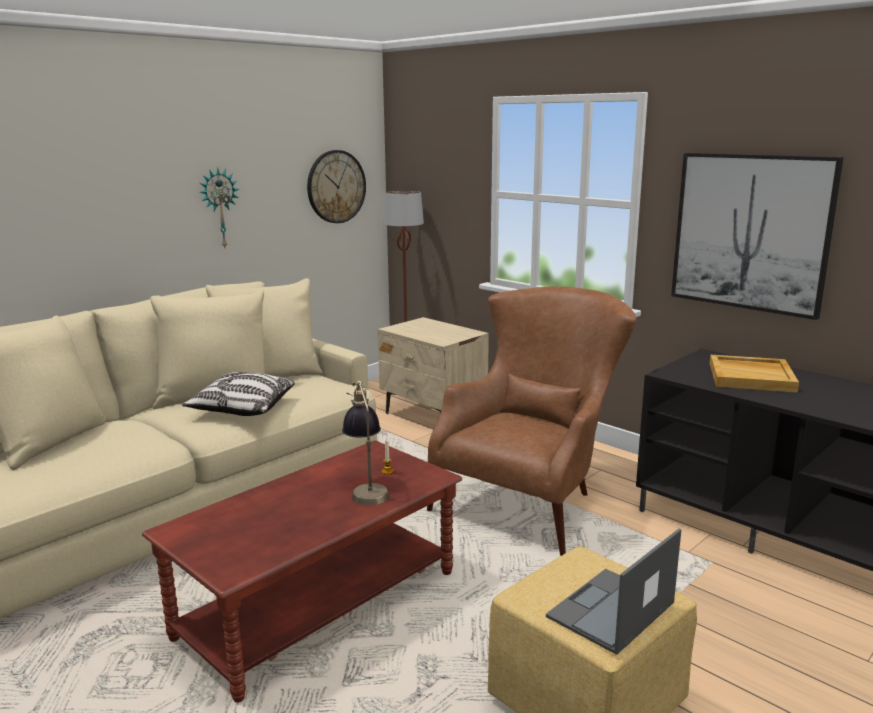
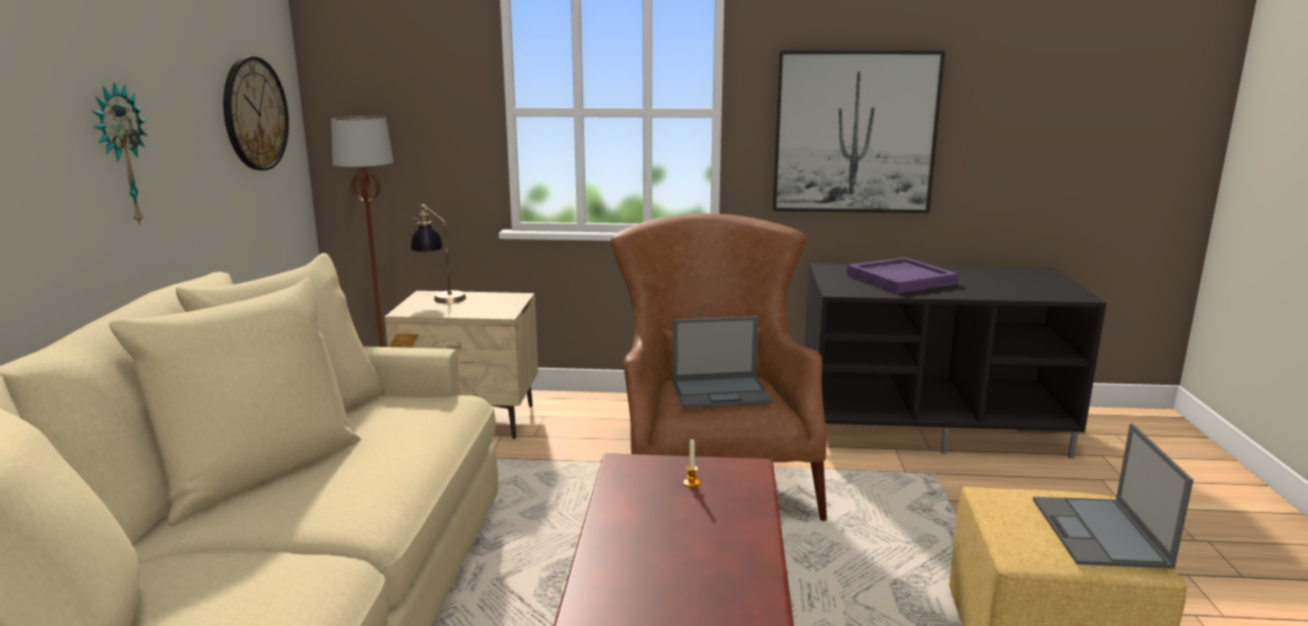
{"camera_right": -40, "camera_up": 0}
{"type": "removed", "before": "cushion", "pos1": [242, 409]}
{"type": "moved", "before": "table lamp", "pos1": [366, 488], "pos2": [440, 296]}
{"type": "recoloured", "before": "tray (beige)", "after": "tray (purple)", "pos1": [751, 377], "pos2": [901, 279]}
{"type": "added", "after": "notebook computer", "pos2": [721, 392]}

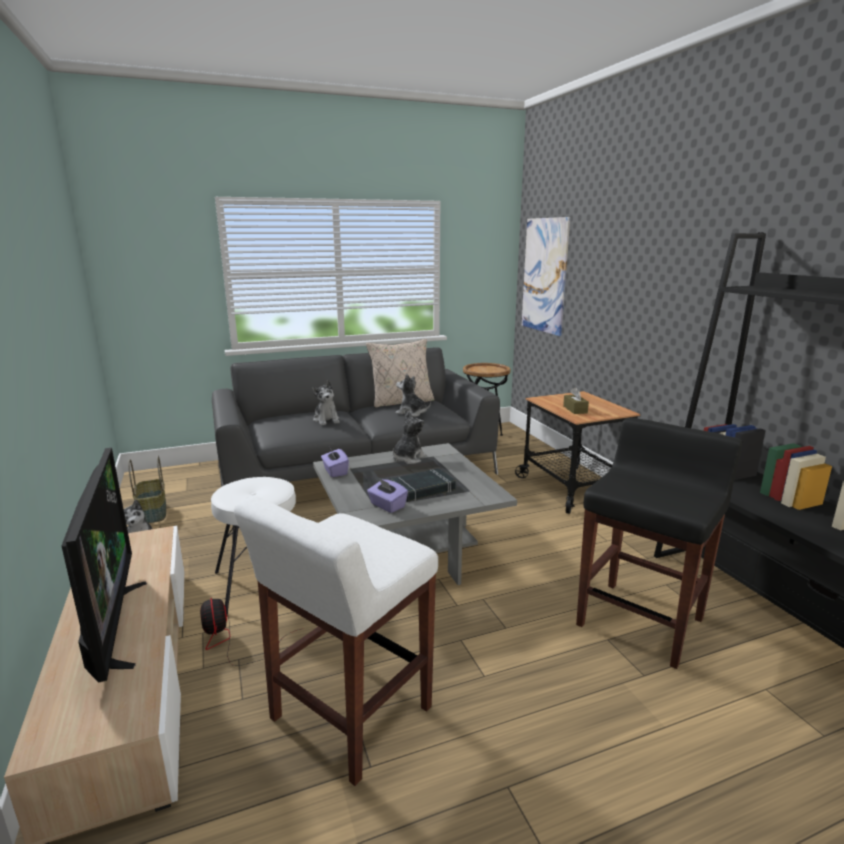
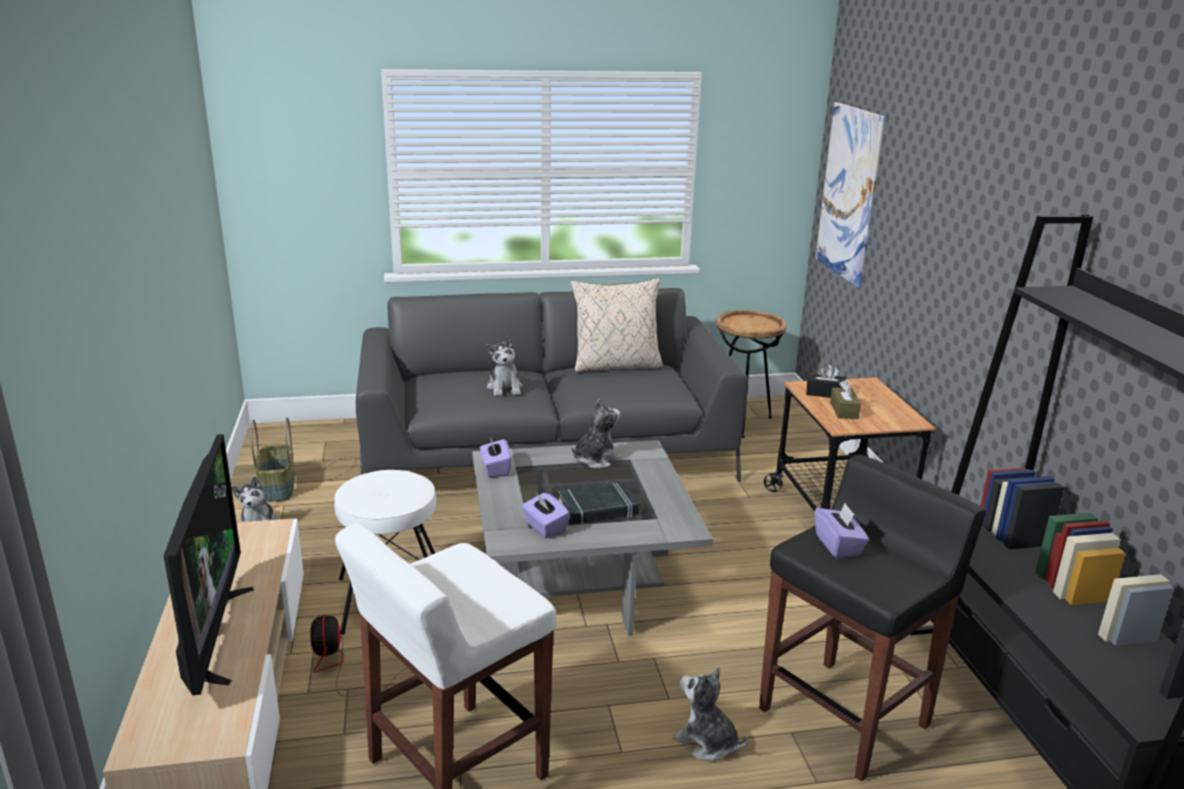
{"camera_right": 10, "camera_up": 5}
{"type": "moved", "before": "soft toy", "pos1": [412, 413], "pos2": [706, 742]}
{"type": "added", "after": "tissue holder (black)", "pos2": [825, 393]}
{"type": "added", "after": "tissue holder (purple)", "pos2": [838, 545]}

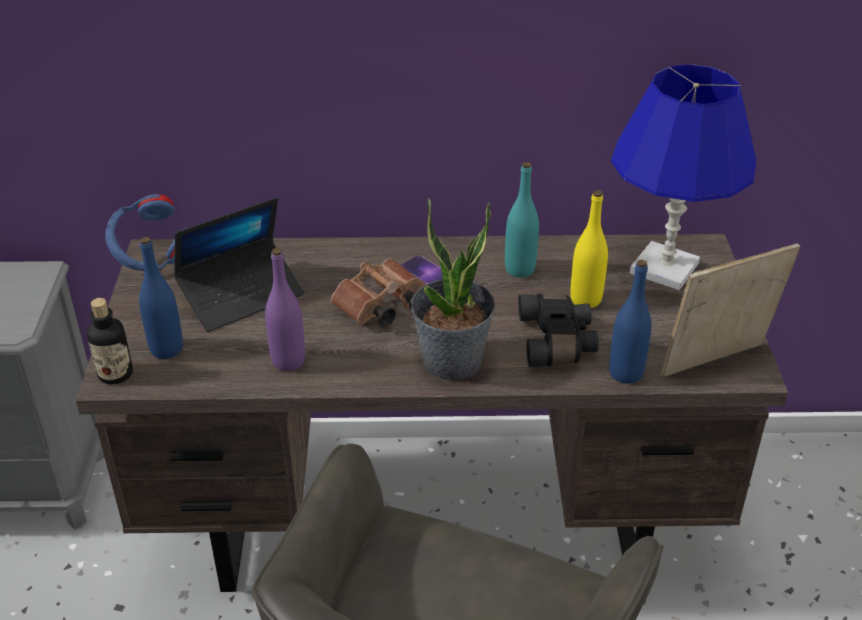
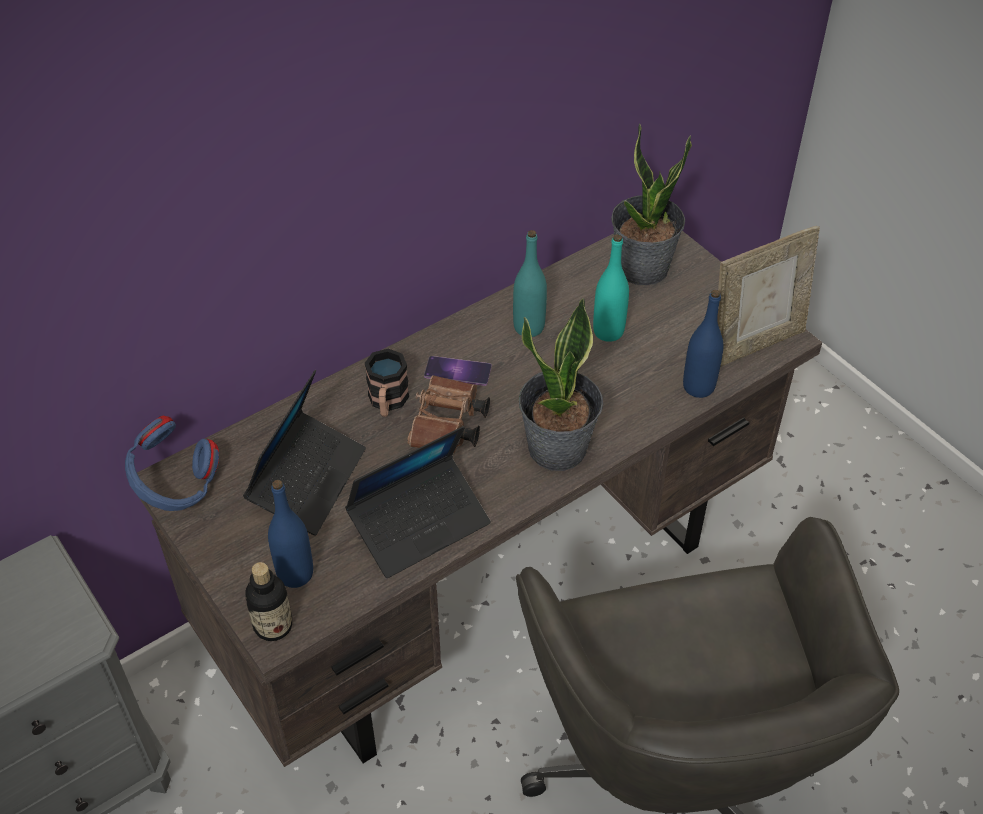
{"camera_right": -35, "camera_up": 10}
{"type": "replaced", "before": "drink bottle (purple)", "after": "notebook computer", "pos1": [288, 361], "pos2": [419, 524]}
{"type": "removed", "before": "pair of binoculars (black)", "pos1": [558, 341]}
{"type": "recoloured", "before": "drink bottle (yellowish)", "after": "drink bottle (blue-green)", "pos1": [585, 299], "pos2": [608, 331]}
{"type": "replaced", "before": "table lamp (blue-coloured)", "after": "plant in a pot", "pos1": [665, 268], "pos2": [642, 268]}
{"type": "turned", "before": "picture frame", "pos1": [716, 364], "pos2": [755, 343], "turn": -150}
{"type": "added", "after": "tea mug", "pos2": [387, 402]}

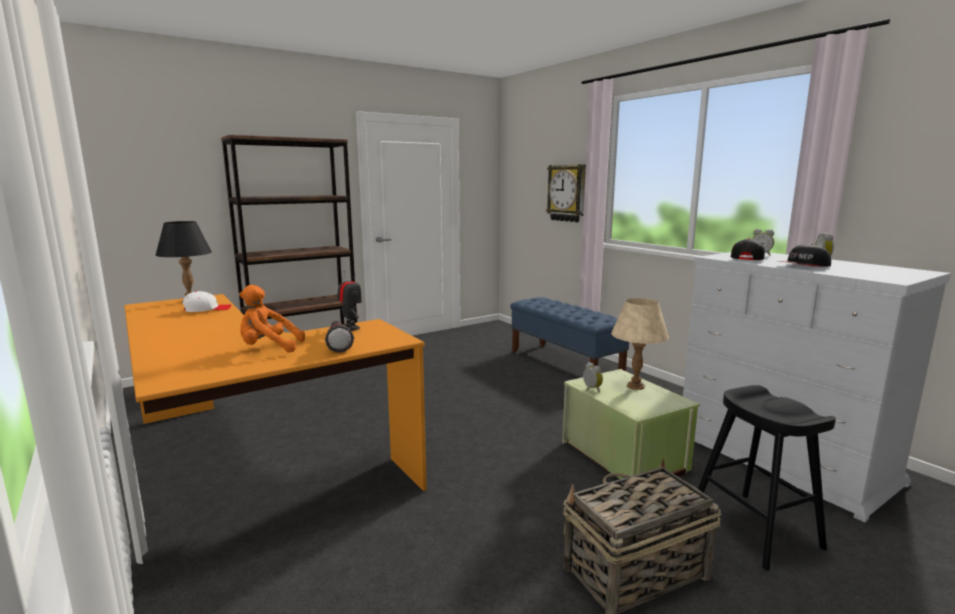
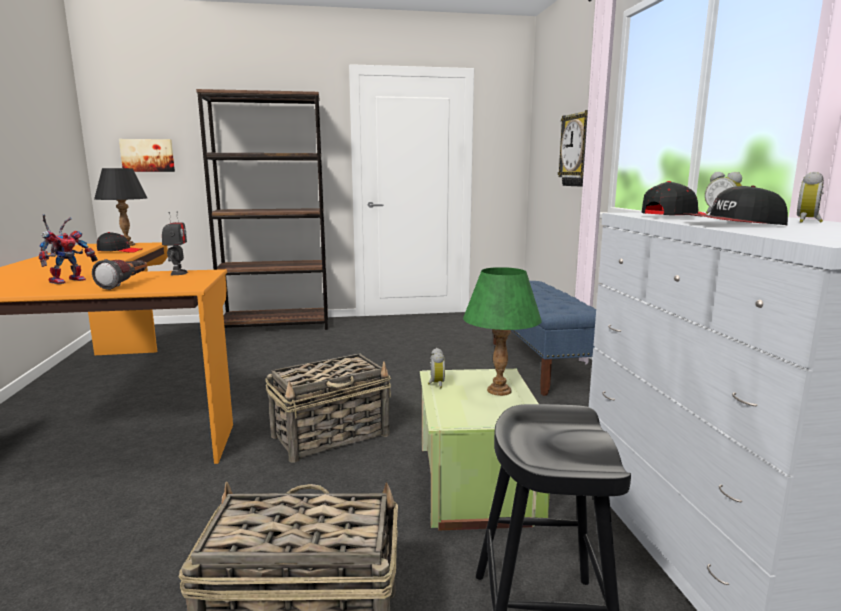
{"camera_right": 25, "camera_up": 0}
{"type": "recoloured", "before": "cap (whitish)", "after": "cap (black)", "pos1": [207, 309], "pos2": [119, 251]}
{"type": "replaced", "before": "soft toy (orange-coloured)", "after": "robot figure", "pos1": [268, 348], "pos2": [69, 280]}
{"type": "recoloured", "before": "table lamp (beige)", "after": "table lamp (green-coloured)", "pos1": [635, 386], "pos2": [498, 390]}
{"type": "added", "after": "wall picture", "pos2": [148, 155]}
{"type": "added", "after": "household basket", "pos2": [332, 435]}

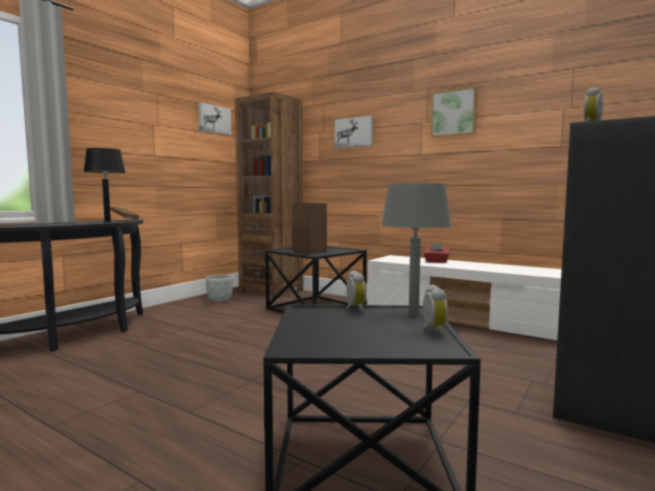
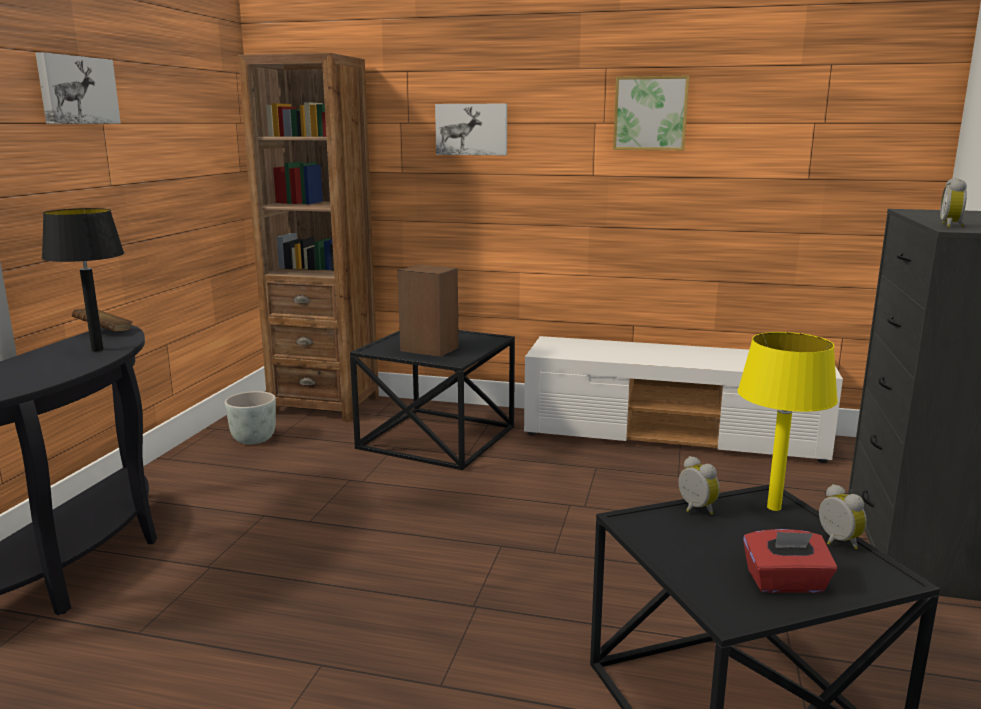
{"camera_right": -20, "camera_up": 10}
{"type": "moved", "before": "wall picture", "pos1": [214, 119], "pos2": [76, 90]}
{"type": "recoloured", "before": "table lamp (greyish)", "after": "table lamp (yellowish)", "pos1": [413, 314], "pos2": [773, 507]}
{"type": "moved", "before": "tissue holder (reddish)", "pos1": [436, 262], "pos2": [785, 583]}

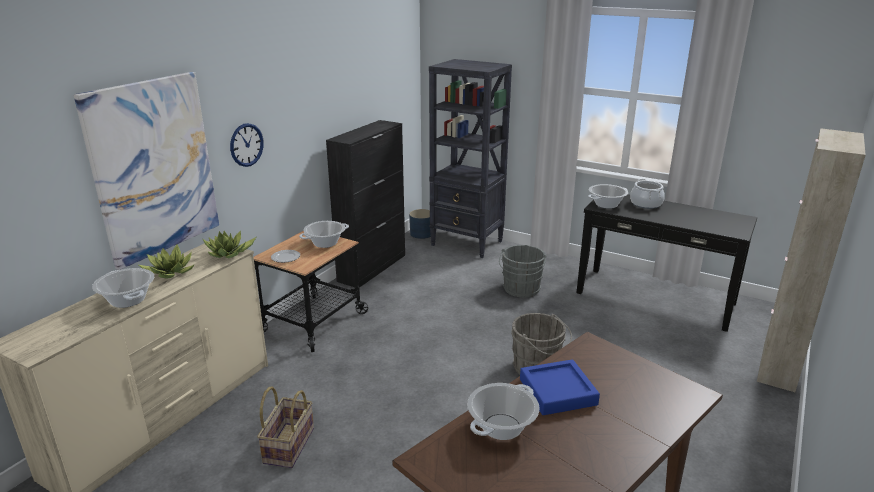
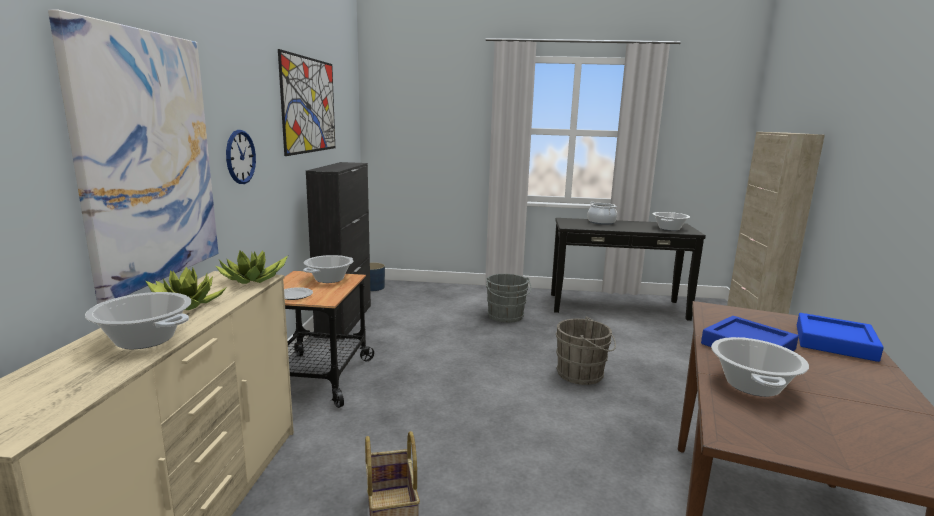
{"camera_right": -25, "camera_up": -10}
{"type": "removed", "before": "shelving unit (black)", "pos1": [467, 243]}
{"type": "moved", "before": "cooking pot", "pos1": [606, 204], "pos2": [669, 228]}
{"type": "added", "after": "wall picture", "pos2": [309, 105]}
{"type": "added", "after": "tray (blue-coloured)", "pos2": [834, 342]}

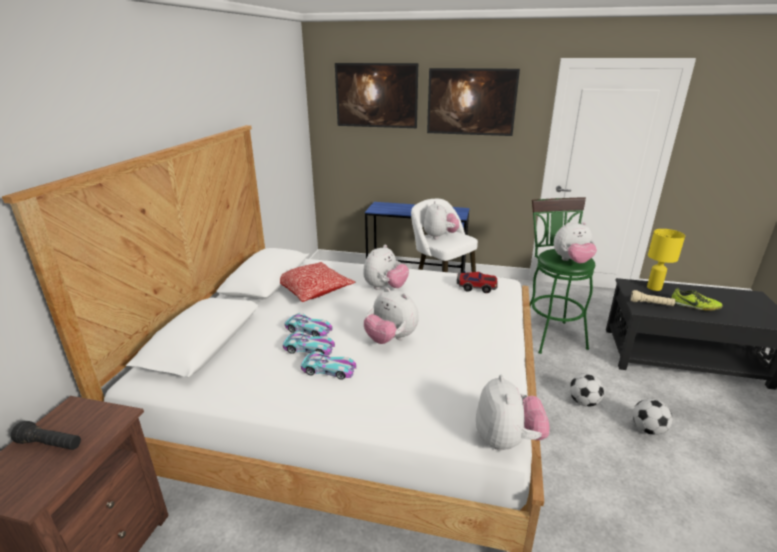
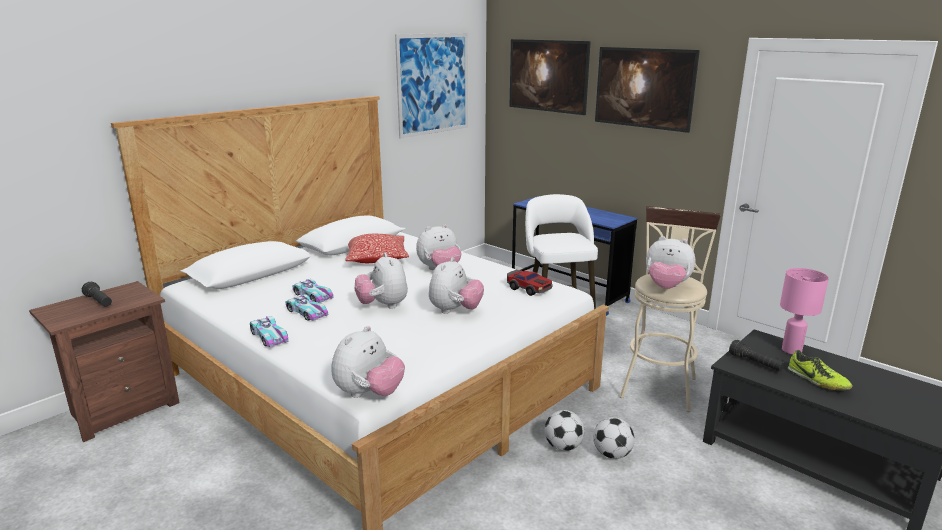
{"camera_right": 30, "camera_up": -5}
{"type": "moved", "before": "model car", "pos1": [308, 330], "pos2": [269, 336]}
{"type": "moved", "before": "soft toy", "pos1": [440, 236], "pos2": [455, 311]}
{"type": "recoloured", "before": "stool (green-coloured)", "after": "stool (beige)", "pos1": [549, 333], "pos2": [659, 384]}
{"type": "recoloured", "before": "flashlight (beige)", "after": "flashlight (black)", "pos1": [651, 304], "pos2": [755, 363]}
{"type": "moved", "before": "ball for football", "pos1": [648, 429], "pos2": [563, 446]}
{"type": "recoloured", "before": "table lamp (yellowish)", "after": "table lamp (pinkish)", "pos1": [654, 288], "pos2": [792, 350]}
{"type": "added", "after": "wall picture", "pos2": [433, 84]}

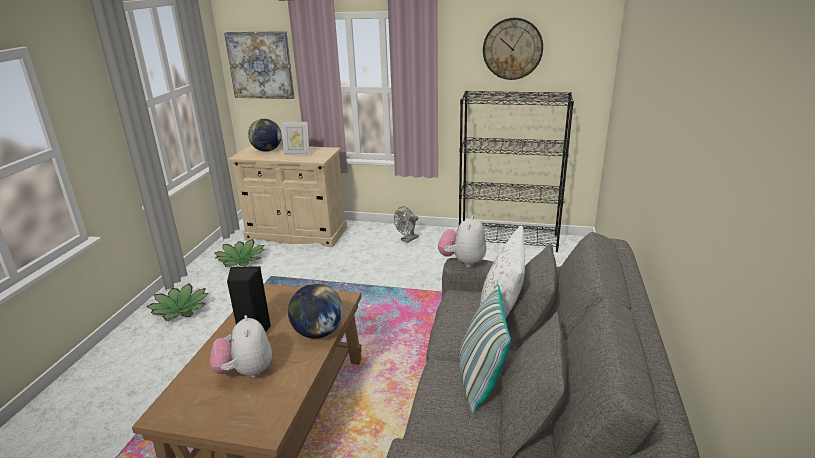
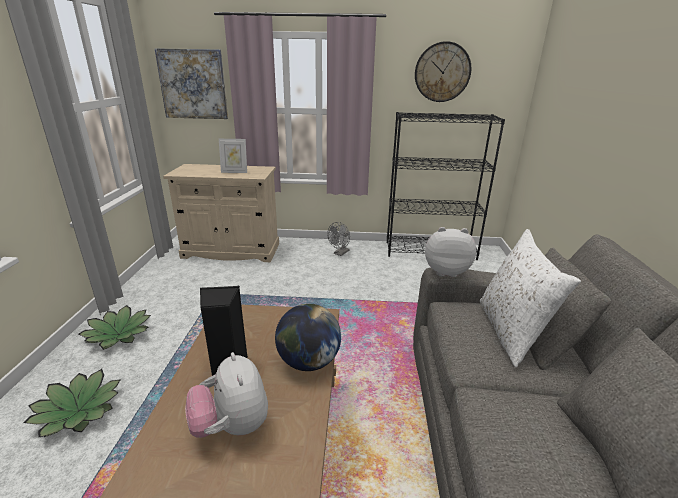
{"camera_right": -10, "camera_up": 0}
{"type": "moved", "before": "plant in a pot", "pos1": [241, 259], "pos2": [79, 410]}
{"type": "removed", "before": "desk globe", "pos1": [267, 150]}
{"type": "turned", "before": "soft toy", "pos1": [463, 262], "pos2": [445, 271], "turn": 90}
{"type": "removed", "before": "cushion", "pos1": [480, 381]}

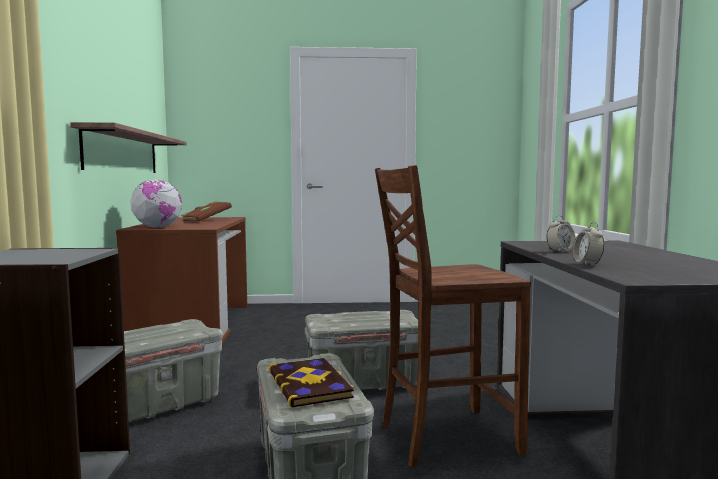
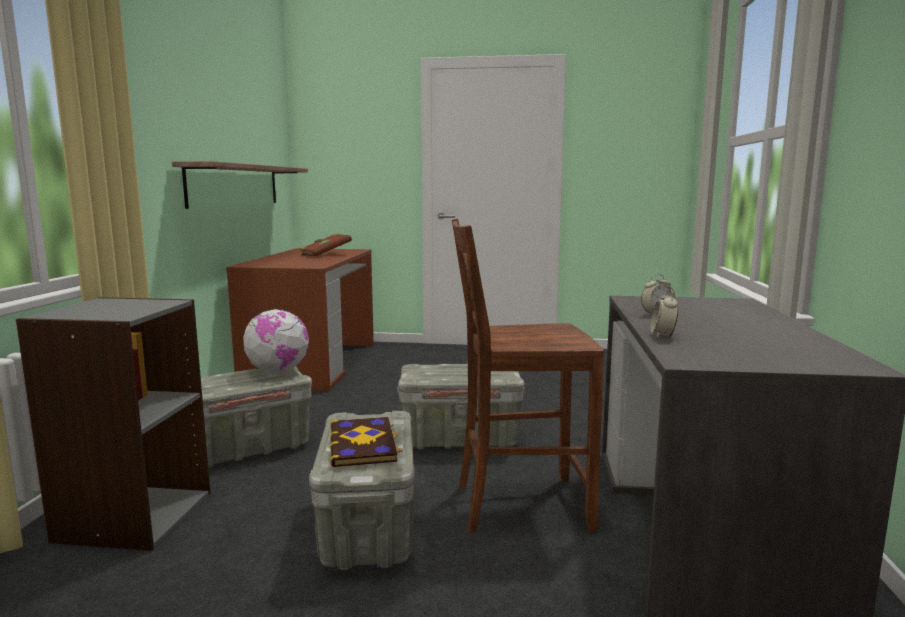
{"camera_right": 10, "camera_up": 5}
{"type": "moved", "before": "desk globe", "pos1": [157, 227], "pos2": [278, 371]}

